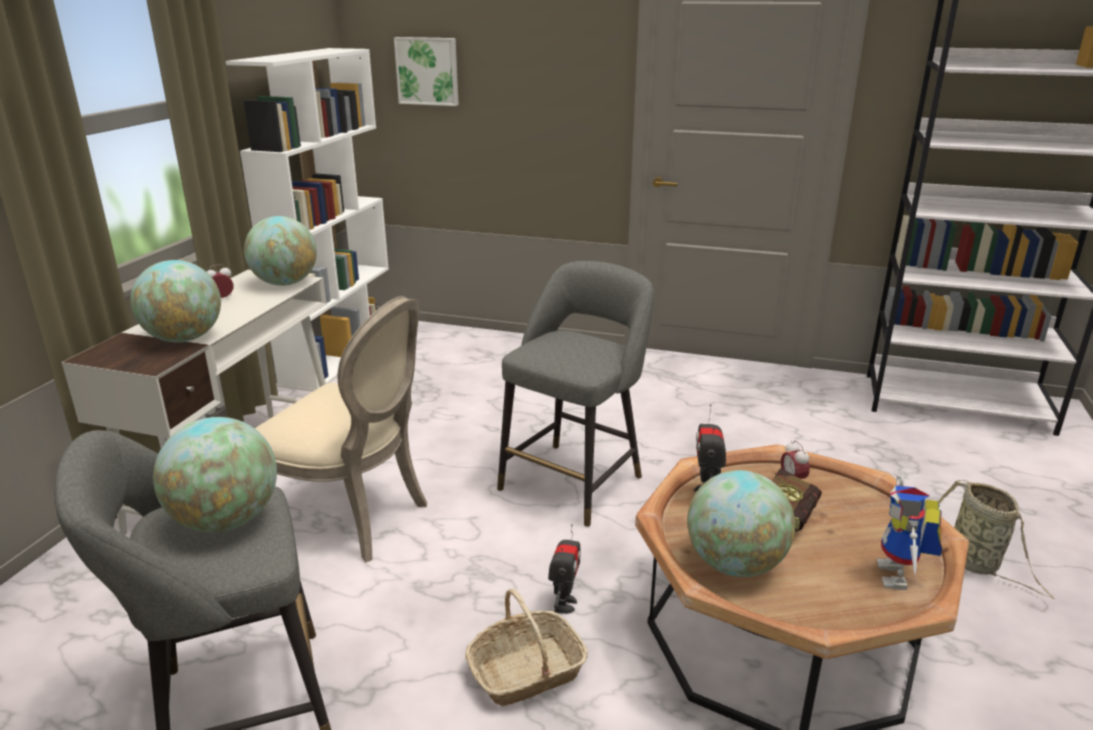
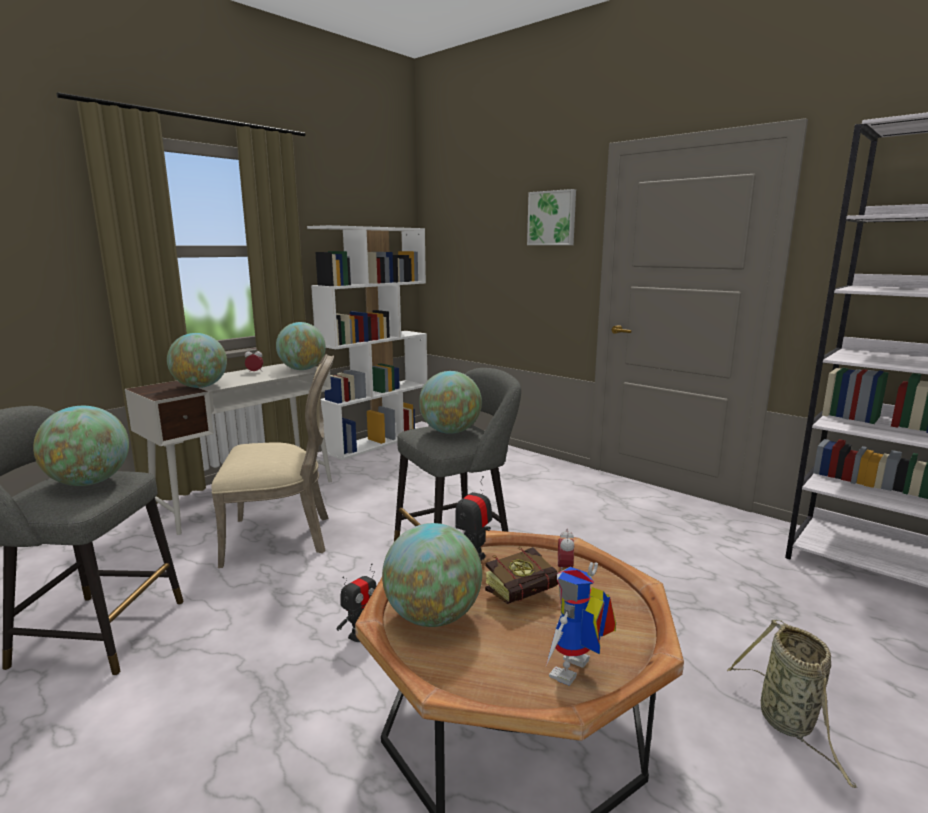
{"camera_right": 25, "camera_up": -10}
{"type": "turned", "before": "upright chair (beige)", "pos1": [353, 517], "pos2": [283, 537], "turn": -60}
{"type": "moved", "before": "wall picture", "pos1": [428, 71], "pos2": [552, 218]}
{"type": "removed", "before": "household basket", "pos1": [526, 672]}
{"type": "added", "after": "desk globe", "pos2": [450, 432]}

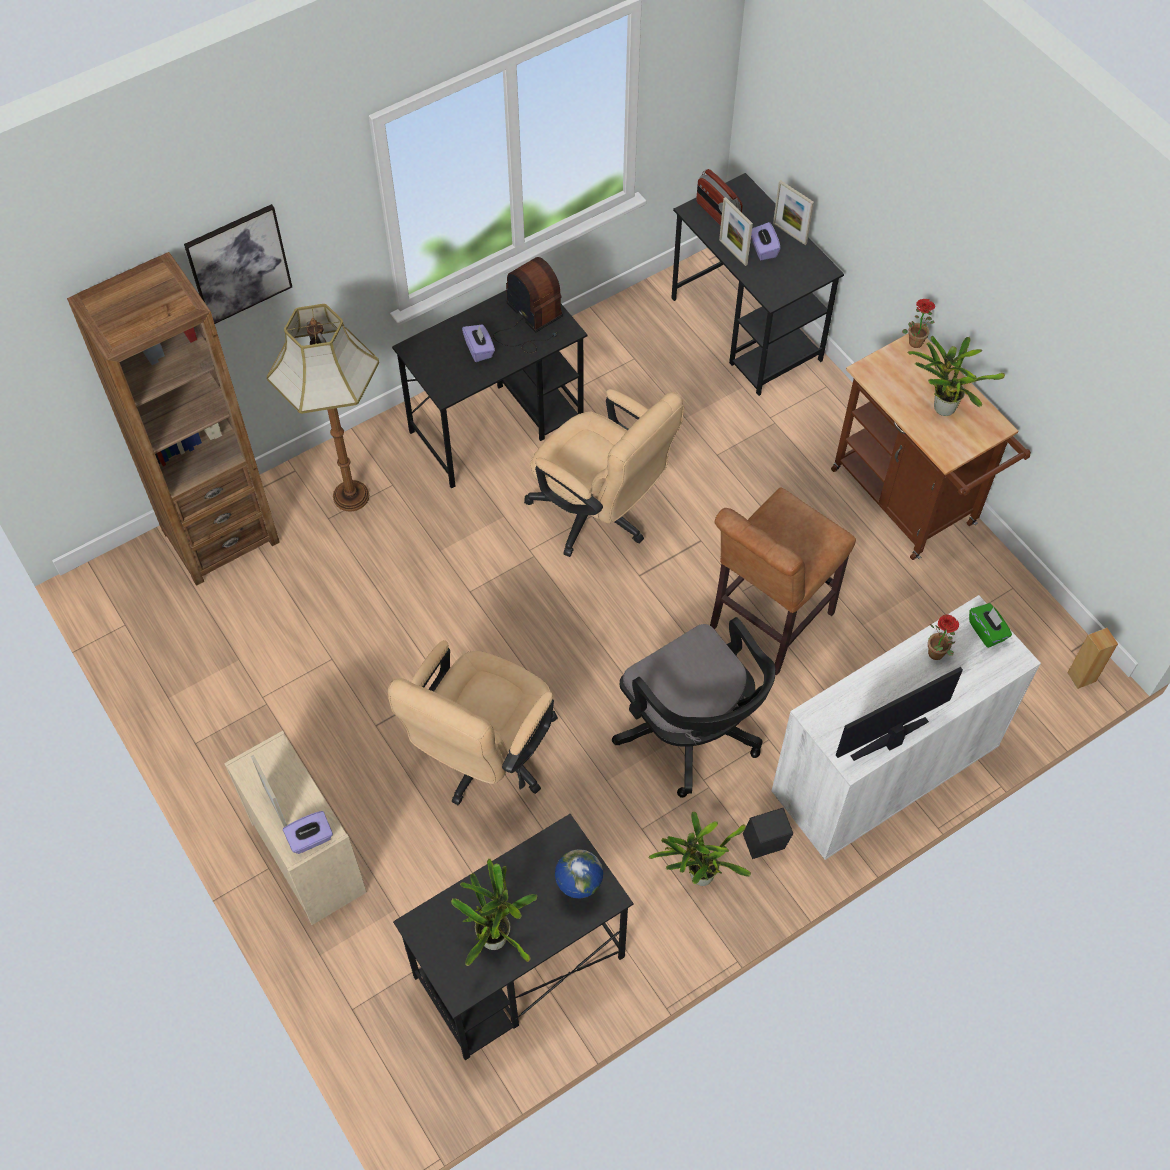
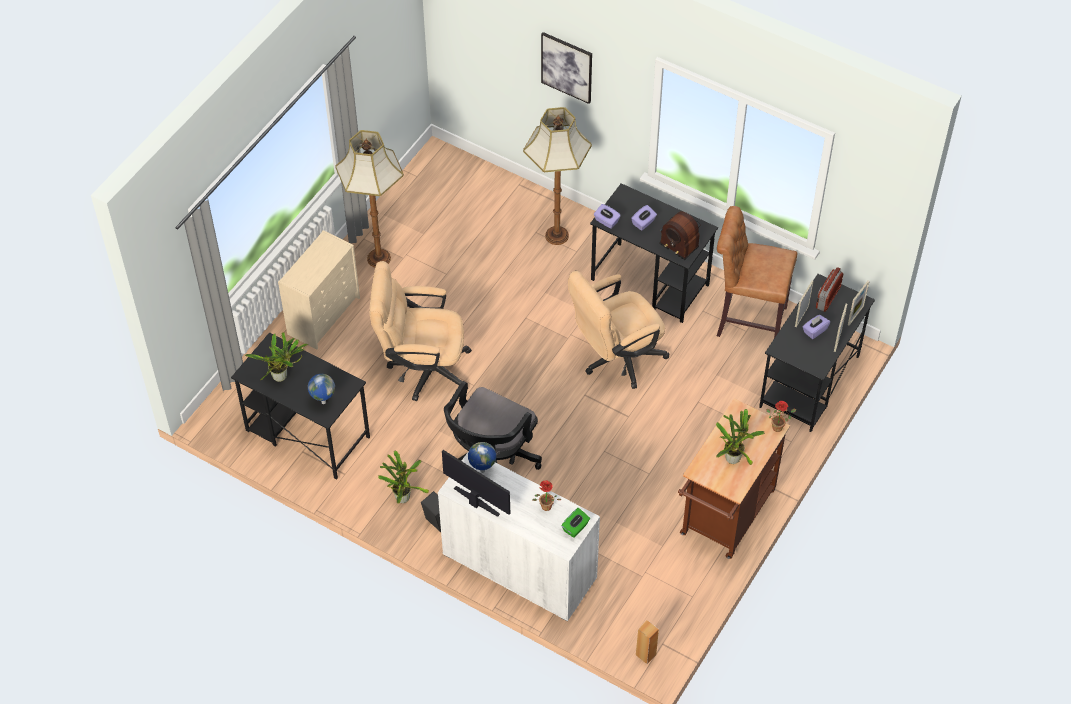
{"camera_right": 65, "camera_up": -5}
{"type": "removed", "before": "shelving unit (brownish)", "pos1": [220, 536]}
{"type": "moved", "before": "picture frame", "pos1": [275, 806], "pos2": [855, 315]}
{"type": "moved", "before": "tissue holder (purple)", "pos1": [310, 839], "pos2": [606, 221]}
{"type": "turned", "before": "radio receiver", "pos1": [530, 322], "pos2": [679, 238], "turn": 105}
{"type": "turned", "before": "desk chair (beige)", "pos1": [600, 515], "pos2": [616, 359], "turn": 45}
{"type": "moved", "before": "stool (brownish)", "pos1": [766, 624], "pos2": [747, 321]}
{"type": "added", "after": "floor lamp", "pos2": [379, 257]}
{"type": "added", "after": "desk globe", "pos2": [482, 471]}

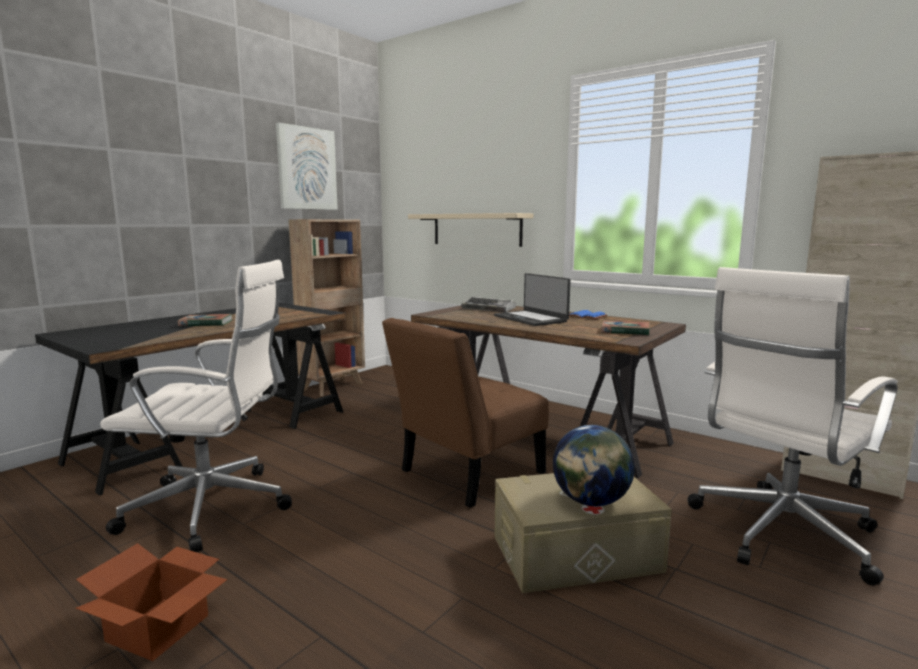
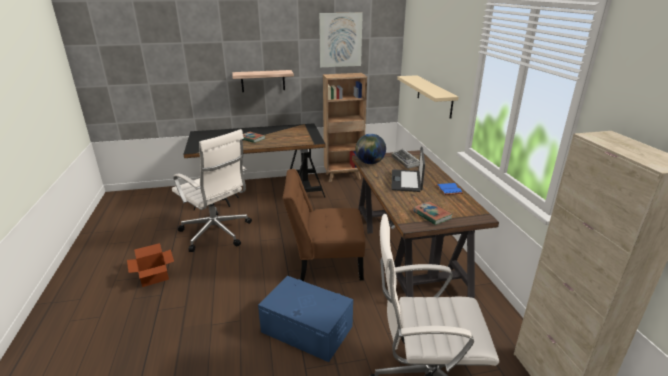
{"camera_right": 40, "camera_up": 15}
{"type": "recoloured", "before": "storage box (beige)", "after": "storage box (blue-coloured)", "pos1": [575, 553], "pos2": [307, 329]}
{"type": "moved", "before": "desk globe", "pos1": [591, 501], "pos2": [369, 163]}
{"type": "added", "after": "wall shelf", "pos2": [263, 81]}

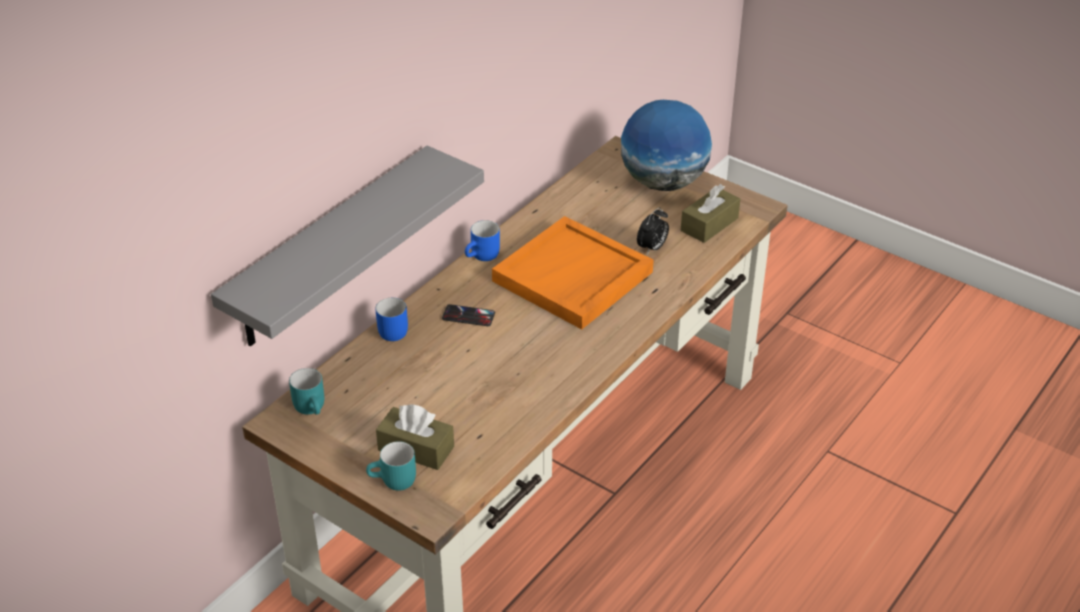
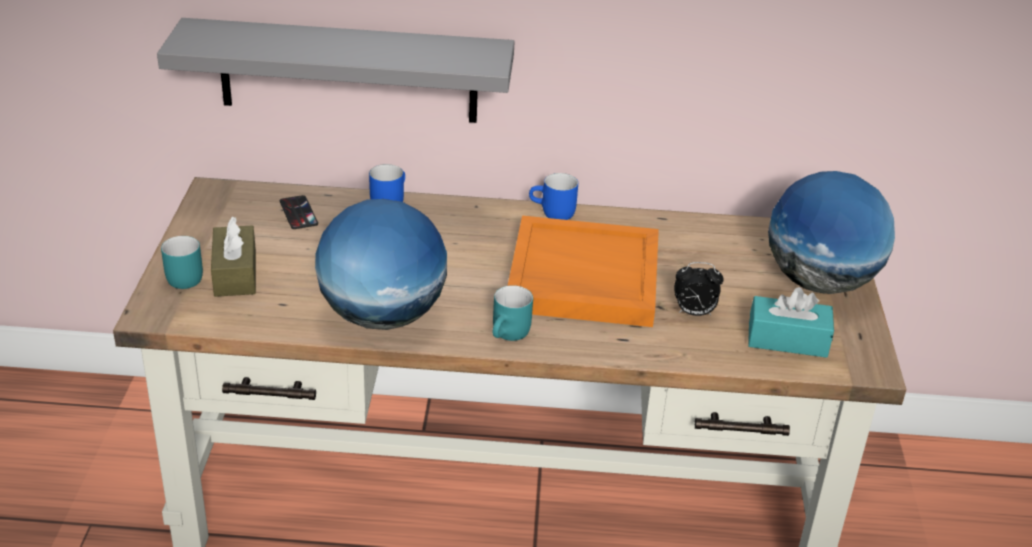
{"camera_right": 55, "camera_up": -5}
{"type": "moved", "before": "tea mug (blue-green)", "pos1": [313, 407], "pos2": [510, 335]}
{"type": "moved", "before": "handset", "pos1": [468, 316], "pos2": [298, 213]}
{"type": "recoloured", "before": "tissue holder (brownish)", "after": "tissue holder (blue-green)", "pos1": [709, 224], "pos2": [787, 340]}
{"type": "added", "after": "desk globe", "pos2": [382, 316]}

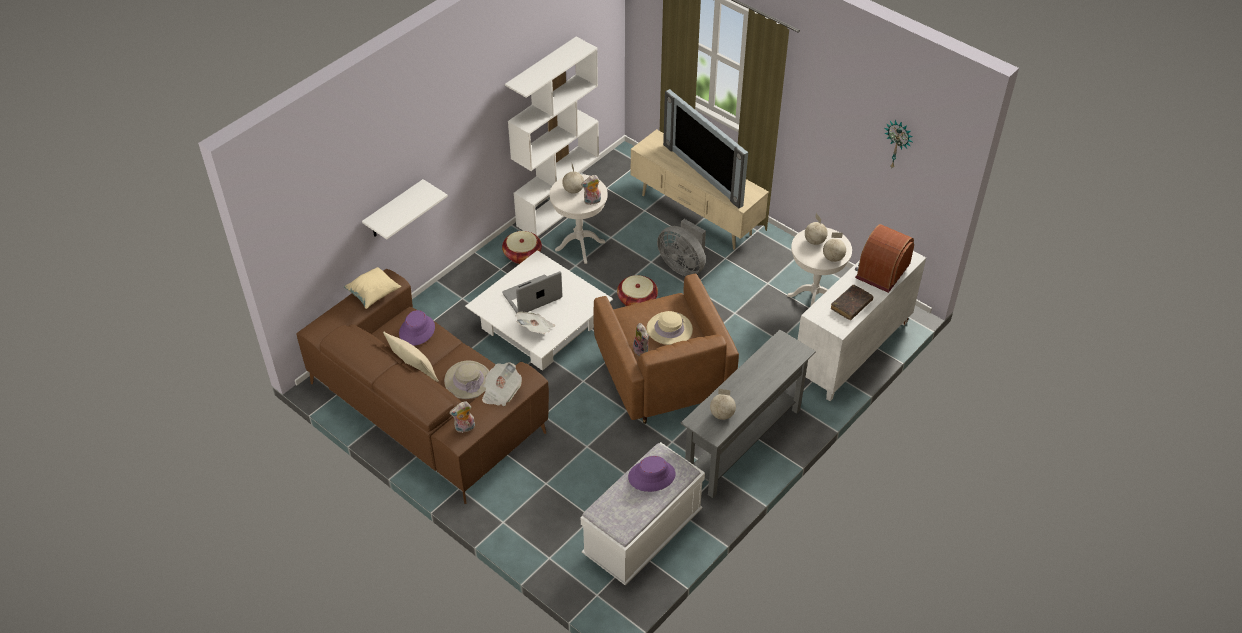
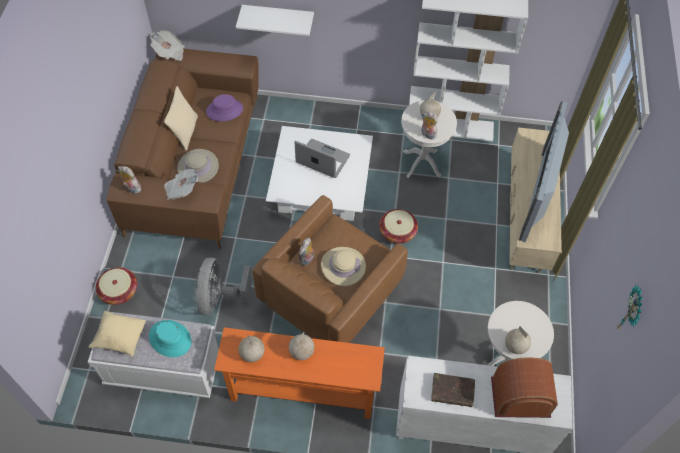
{"camera_right": 55, "camera_up": 10}
{"type": "moved", "before": "cushion (beige)", "pos1": [373, 295], "pos2": [120, 338]}
{"type": "moved", "before": "household basket", "pos1": [522, 255], "pos2": [119, 291]}
{"type": "moved", "before": "printed paper", "pos1": [536, 329], "pos2": [169, 52]}
{"type": "recoloured", "before": "clothing hat (purple)", "after": "clothing hat (blue-green)", "pos1": [651, 476], "pos2": [170, 338]}
{"type": "moved", "before": "fan (greyish)", "pos1": [683, 266], "pos2": [219, 298]}
{"type": "recoloured", "before": "narrow table (greyish)", "after": "narrow table (orange-coloured)", "pos1": [743, 443], "pos2": [302, 393]}
{"type": "moved", "before": "desk globe", "pos1": [814, 241], "pos2": [302, 352]}

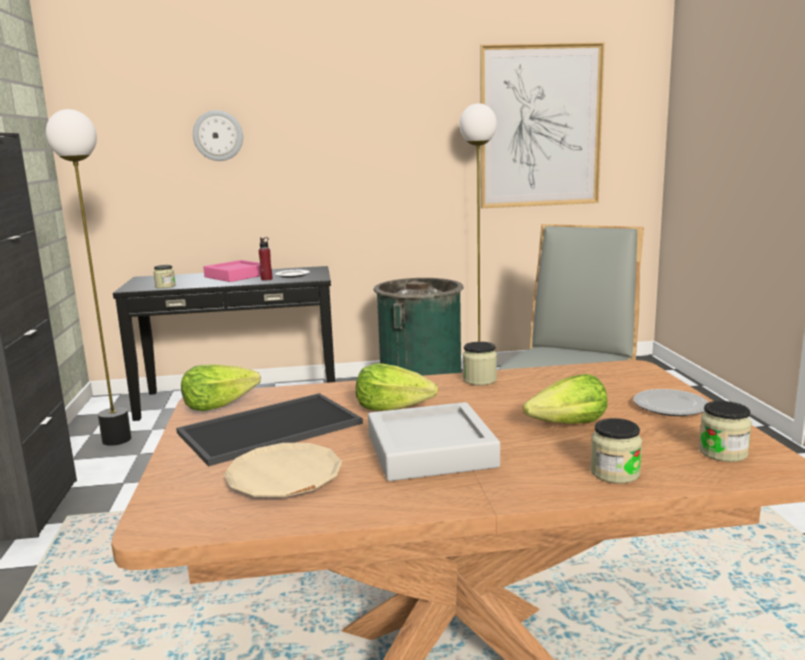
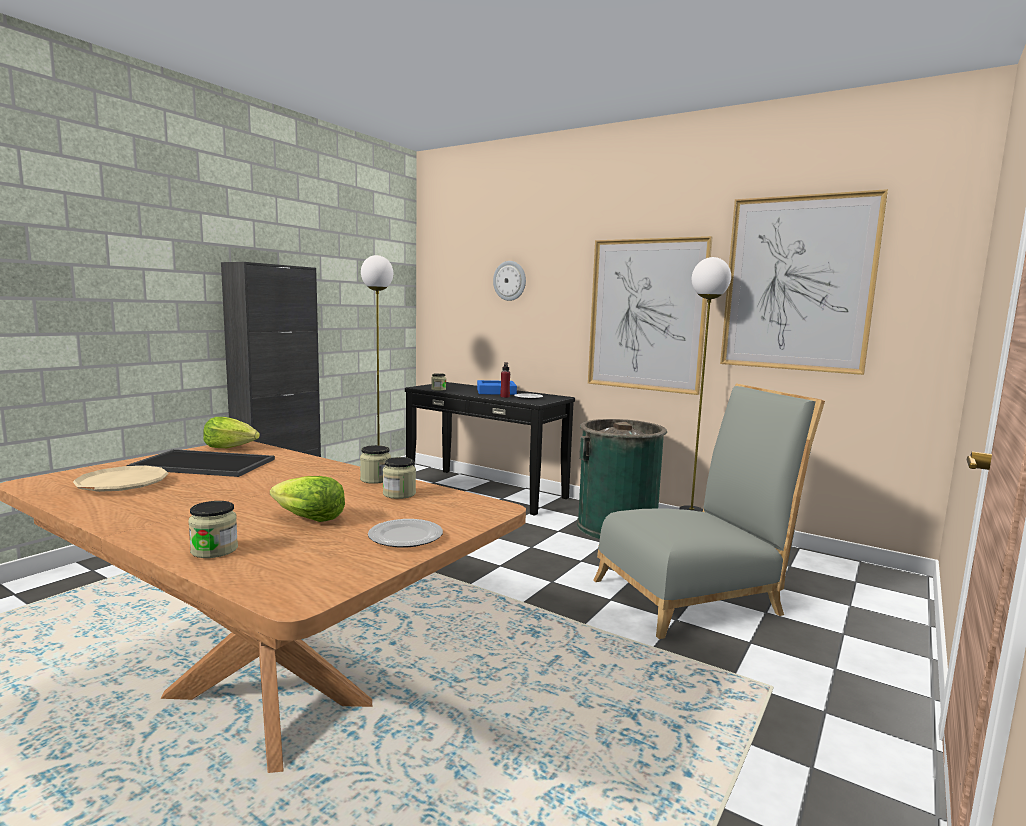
{"camera_right": 40, "camera_up": -5}
{"type": "recoloured", "before": "tray (pinkish)", "after": "tray (blue-coloured)", "pos1": [236, 276], "pos2": [496, 392]}
{"type": "removed", "before": "lettuce", "pos1": [393, 408]}
{"type": "removed", "before": "tray (greyish)", "pos1": [430, 451]}
{"type": "moved", "before": "preserve jar", "pos1": [723, 453], "pos2": [399, 494]}
{"type": "added", "after": "wall picture", "pos2": [646, 315]}

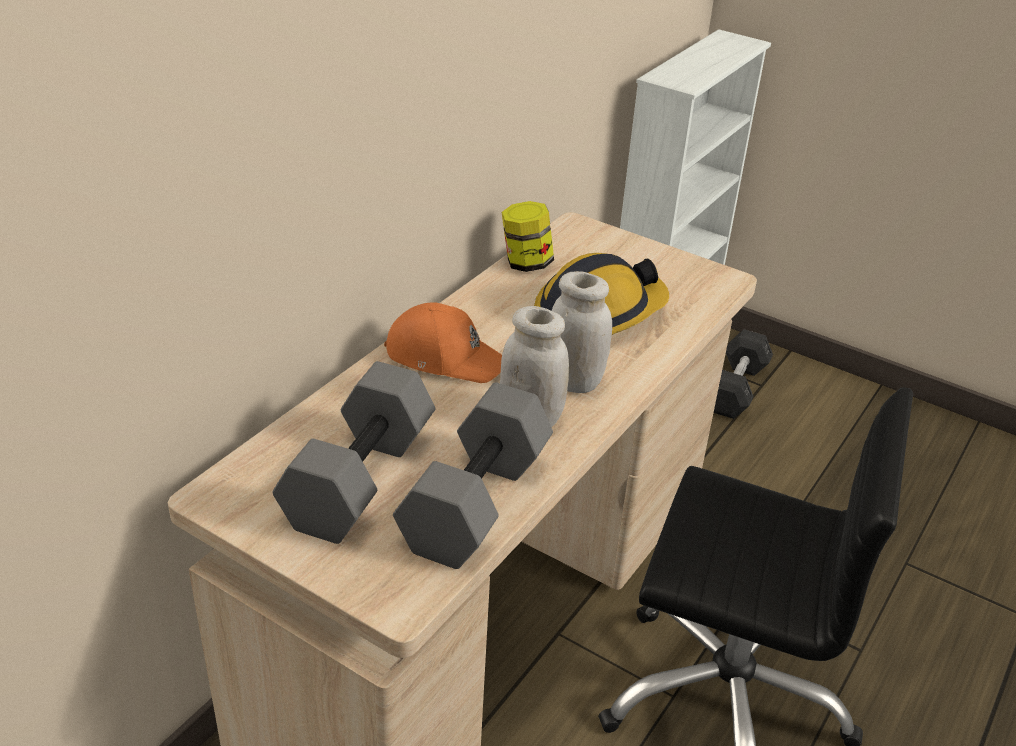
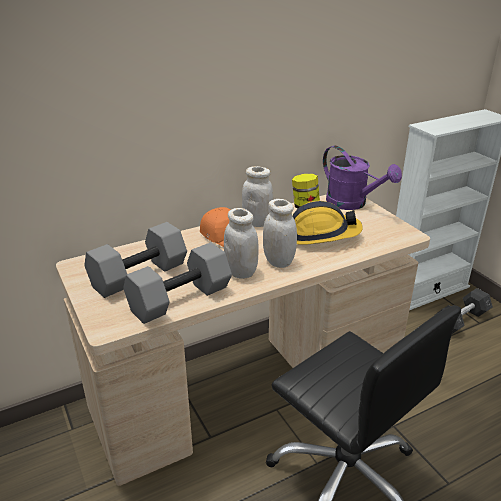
{"camera_right": 30, "camera_up": -5}
{"type": "added", "after": "preserve jar (whitish)", "pos2": [257, 222]}
{"type": "added", "after": "watering can (purple)", "pos2": [352, 204]}

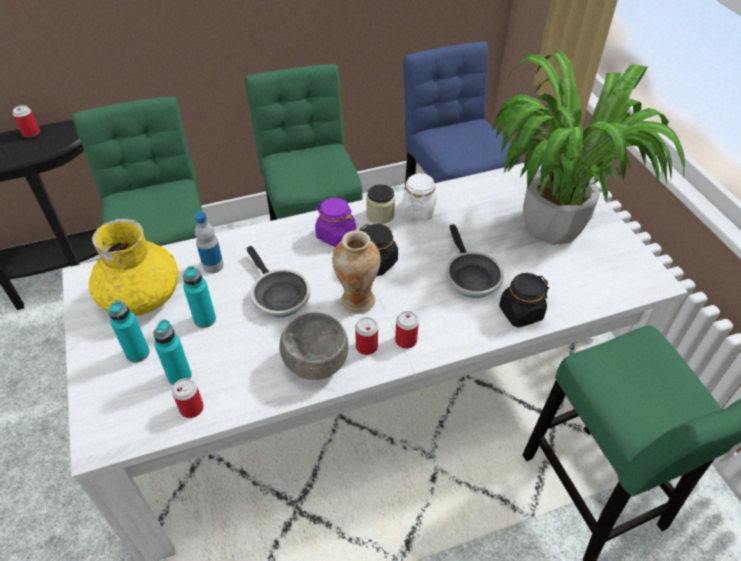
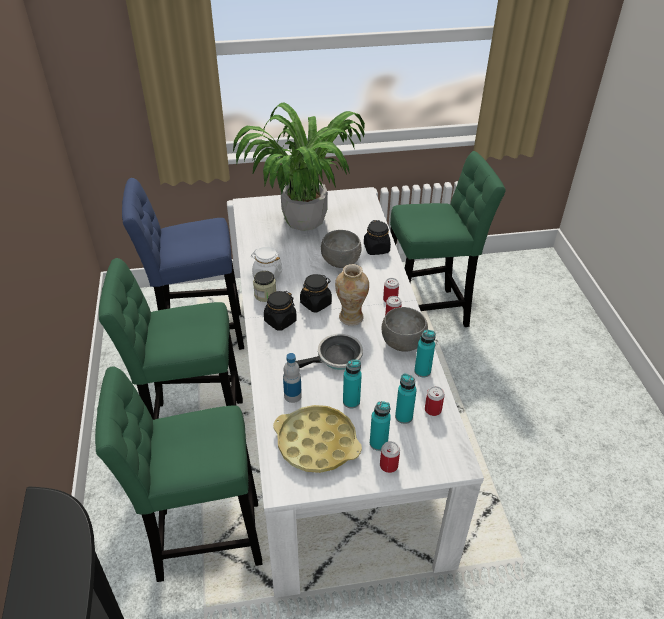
{"camera_right": -80, "camera_up": -5}
{"type": "moved", "before": "sealed can", "pos1": [31, 133], "pos2": [388, 465]}
{"type": "replaced", "before": "flower vase (yellowish)", "after": "tray (yellowish)", "pos1": [142, 296], "pos2": [317, 443]}
{"type": "recoloured", "before": "preserve jar (purple)", "after": "preserve jar (black)", "pos1": [335, 235], "pos2": [280, 321]}
{"type": "replaced", "before": "pan", "after": "serving bowl (greyish)", "pos1": [470, 276], "pos2": [341, 262]}
{"type": "added", "after": "drink bottle (blue-green)", "pos2": [422, 371]}

